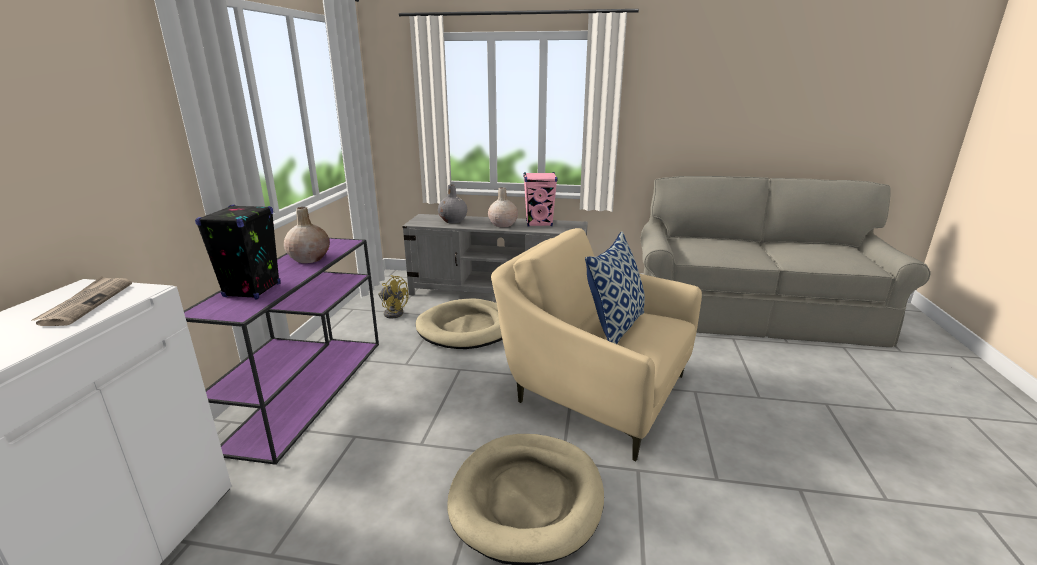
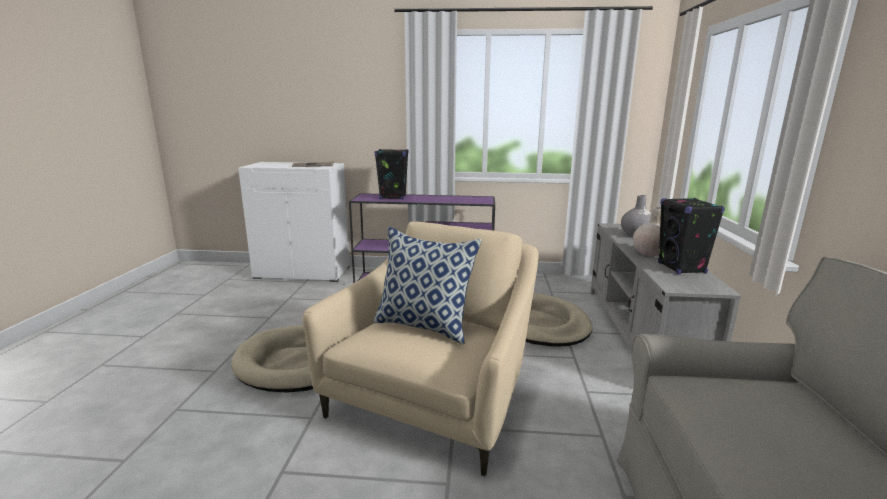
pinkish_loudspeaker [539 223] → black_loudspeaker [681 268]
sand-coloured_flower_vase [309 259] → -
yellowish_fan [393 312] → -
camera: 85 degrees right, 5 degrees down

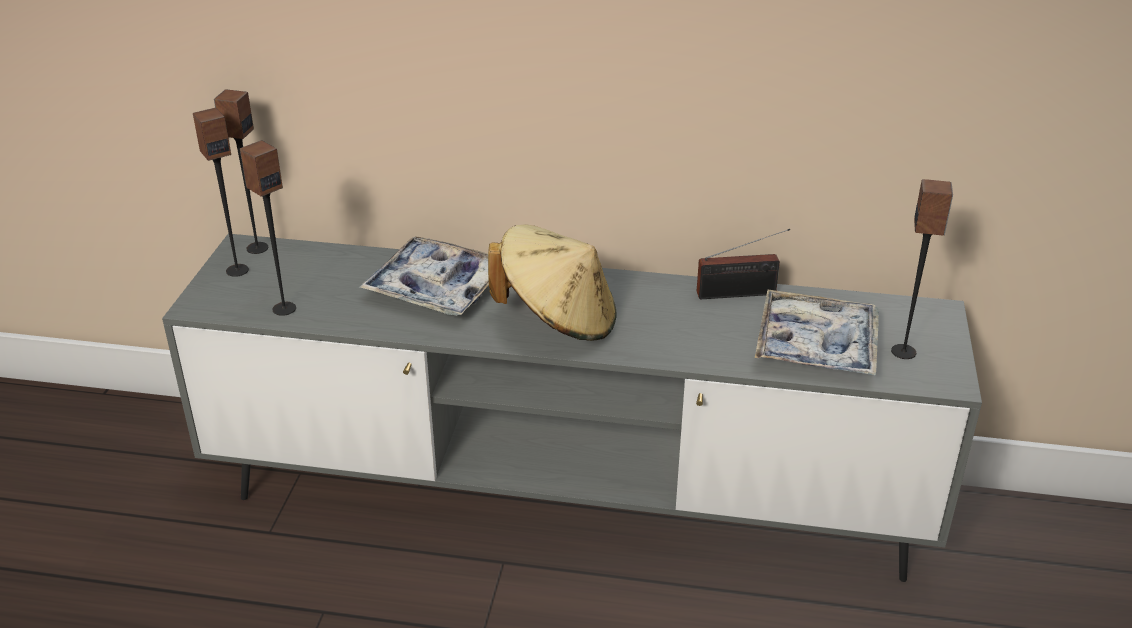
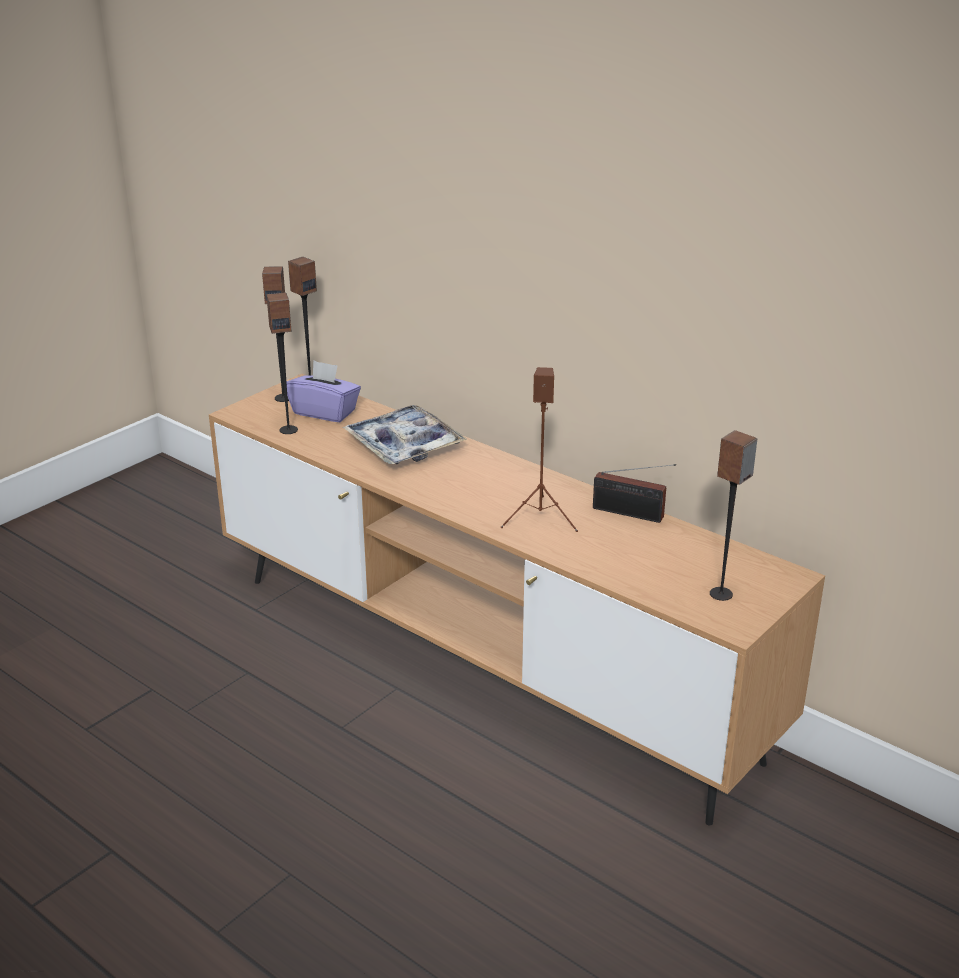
greyish_media_console [566 500] → brown-coloured_media_console [481 664]
- → purple_box_of_tissues [325 412]
- → brown-coloured_loudspeaker [541 518]
sand-coloured_clothing_hat [558 319] → -
serving_tray [816 345] → -
camera: 30 degrees right, 5 degrees down

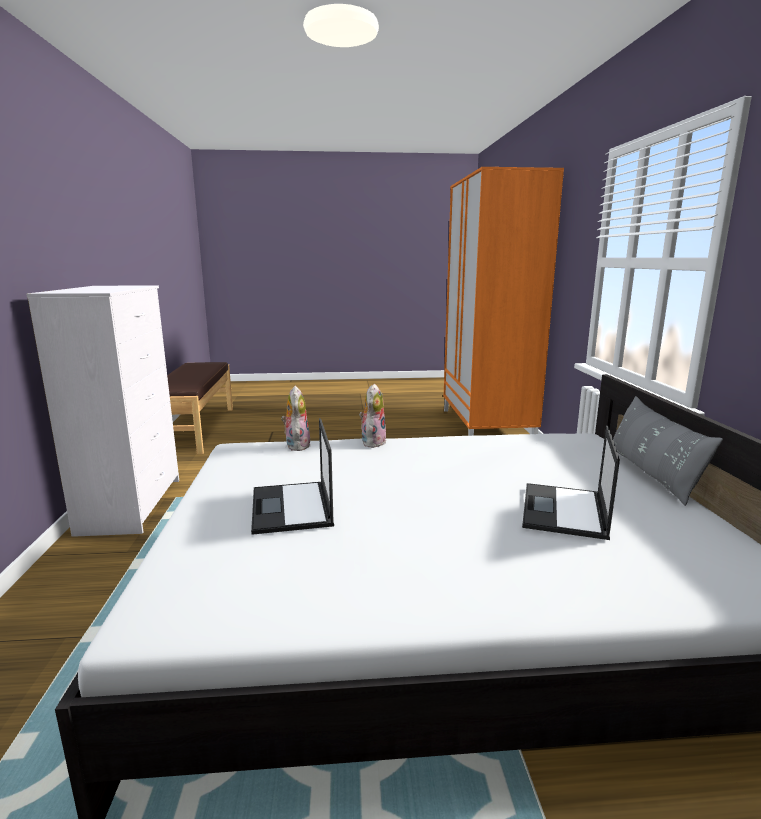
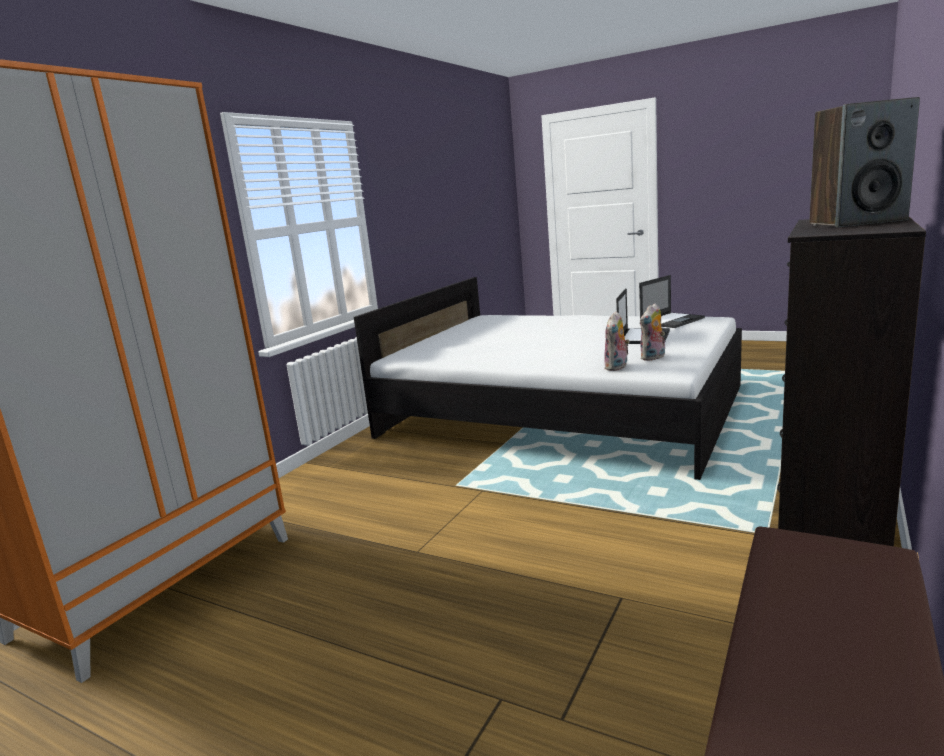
notebook_computer [564 511] → notebook_computer [672 320], relocated
cuddly_toy [372 442] → cuddly_toy [653 358], relocated
white_chest_of_drawers [133 505] → black_chest_of_drawers [829 535]
- → loudspeaker [857 222]
greyish_pillow [651 474] → -
camera: 145 degrees left, 0 degrees up

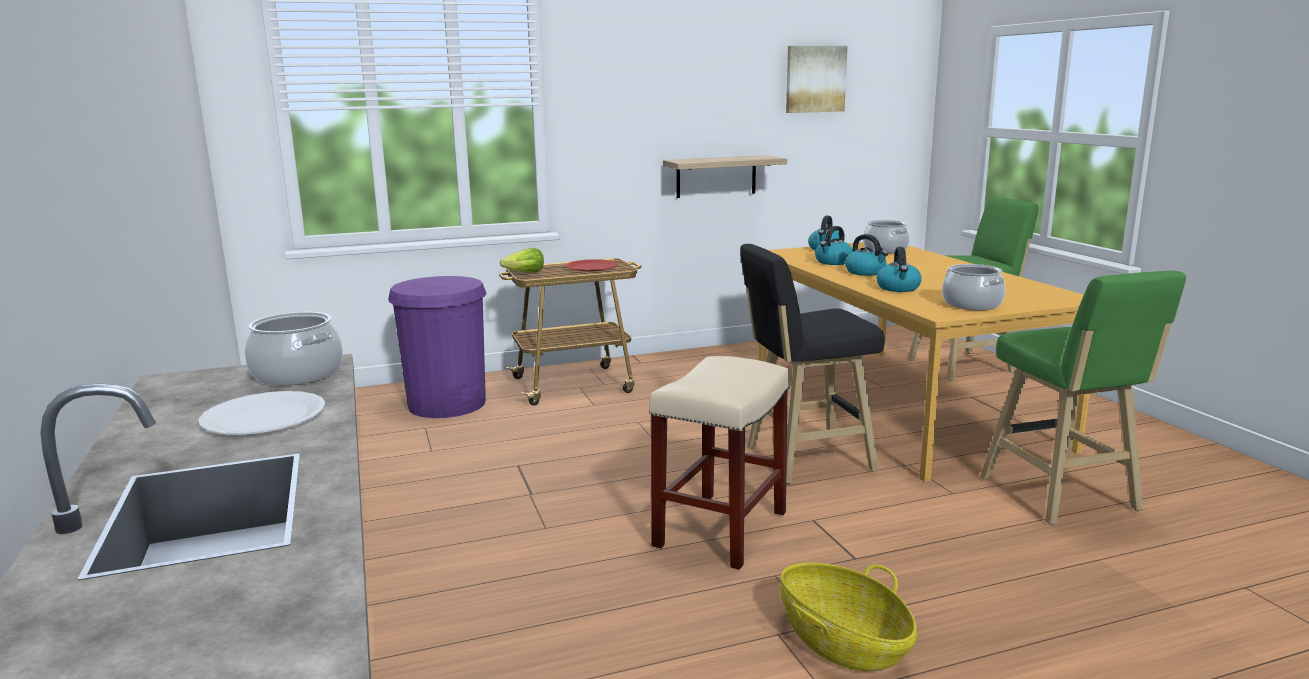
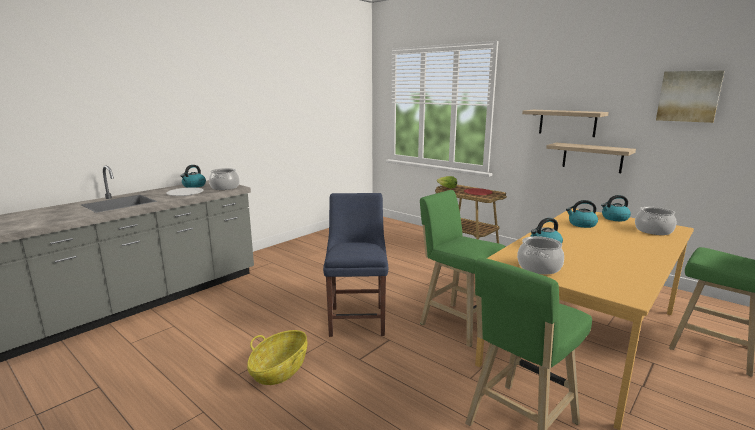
tea_kettle [866 272] → tea_kettle [194 186], relocated
sand-coloured_stool_seat [720 529] → blue-coloured_chair [357 319]
black_stool_seat [804 459] → green-coloured_stool_seat [457 322]
- → shelf [567 123]
purple_rubbish_bin [447 404] → -
camera: 60 degrees right, 0 degrees up

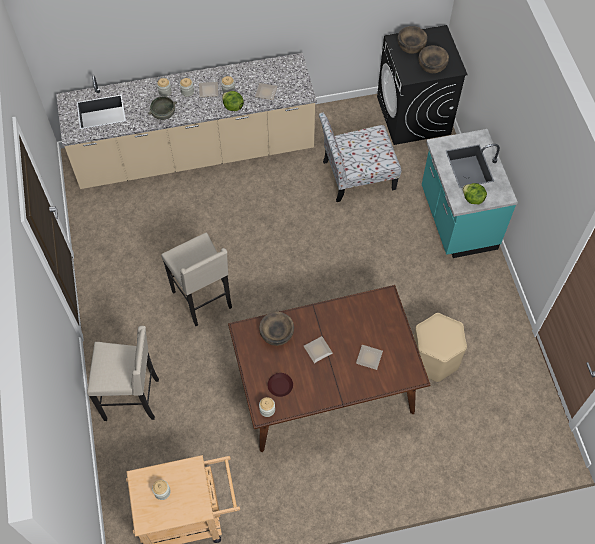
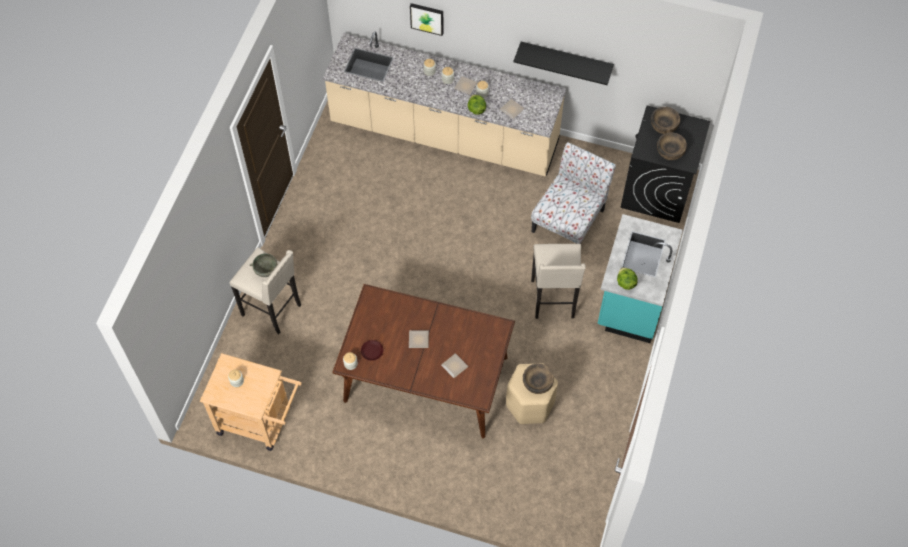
greyish_serving_bowl [163 114] → greyish_serving_bowl [266 269], relocated
- → wall_art [427 18]
- → black_shelf [566 60]
brown-coloured_serving_bowl [277 333] → brown-coloured_serving_bowl [537 383], relocated
chair [356 175] → chair [569 219], 105 degrees clockwise
sand-coloured_stool_seat [203 300] → sand-coloured_stool_seat [553 300], relocated
camera: 30 degrees right, 0 degrees up

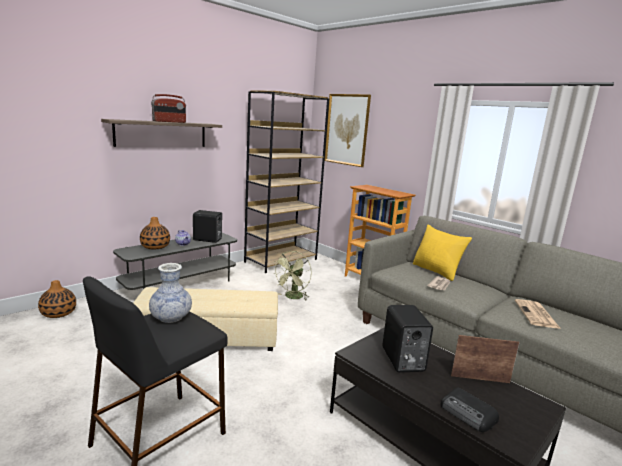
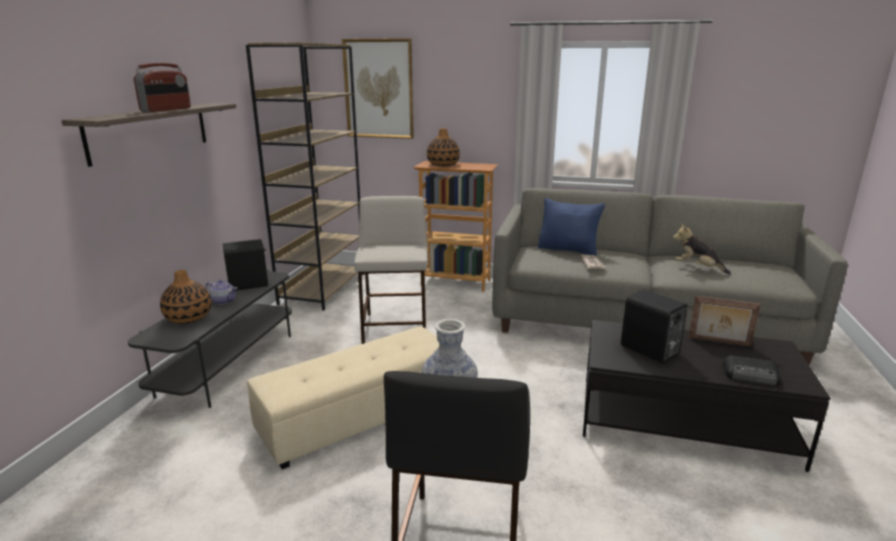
green-coloured_fan [292 297] → sand-coloured_stool_seat [395 330]
flower_vase [58 313] → flower_vase [443 164], relocated
yellowish_pillow [436 271] → blue-coloured_pillow [568 250]
daily_paper [537 315] → cuddly_toy [697 268]
picture_frame [479 378] → picture_frame [719 342], 135 degrees counterclockwise
camera: 30 degrees left, 5 degrees up

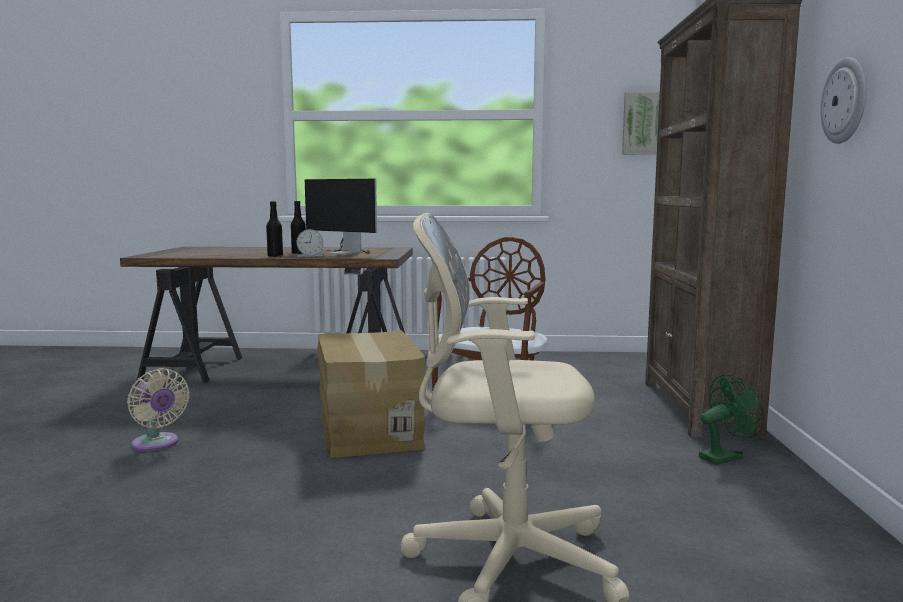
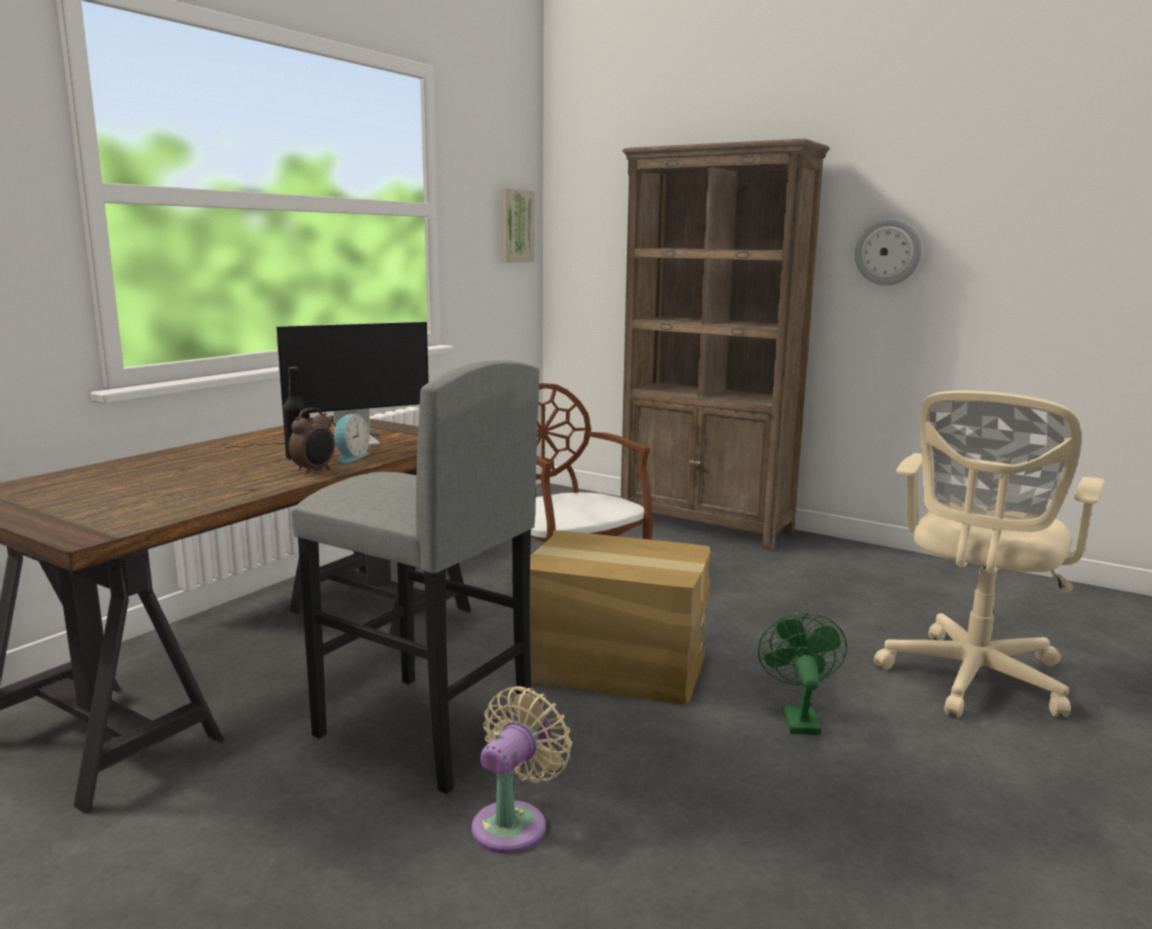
black_bottle [275 256] → alarm_clock [314 470]
- → greyish_stool_seat [424 732]
sand-coloured_fan [157 444] → sand-coloured_fan [514 823], 45 degrees counterclockwise
green-coloured_fan [725 457] → green-coloured_fan [798 717], relocated
camera: 60 degrees left, 5 degrees up

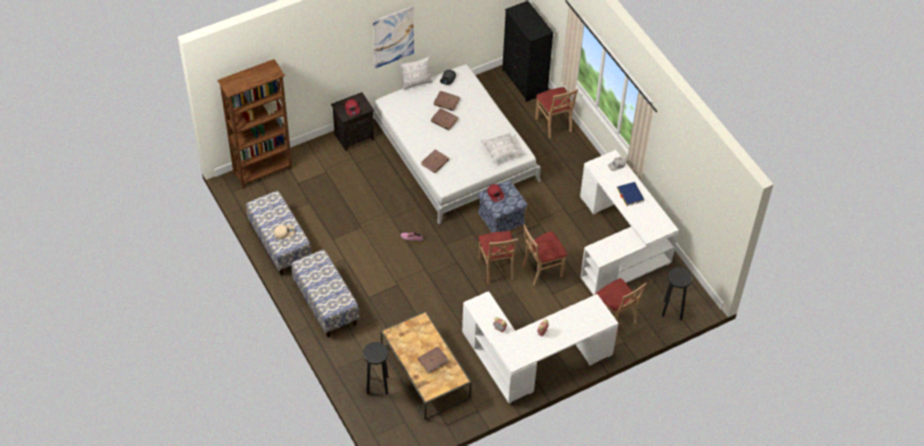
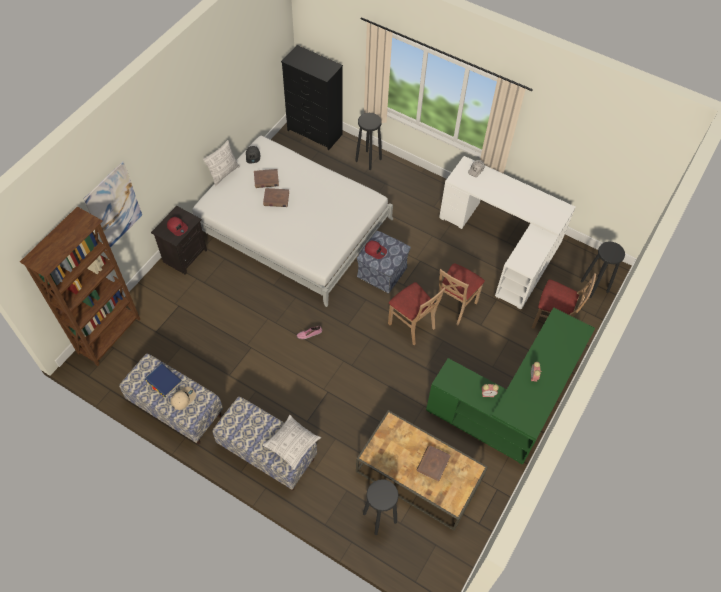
wall_art [393 37] → wall_art [114 207], relocated
blue-coloured_volume [630 195] → blue-coloured_volume [163 381], relocated
pillow [501 151] → pillow [292 444], relocated
sand-coloured_chair [554 124] → black_stool_seat [368 160]
white_desk_unit [533 361] → green-coloured_desk_unit [512 404]
brown-coloured_volume [435 162] → -
camera: 30 degrees left, 5 degrees up

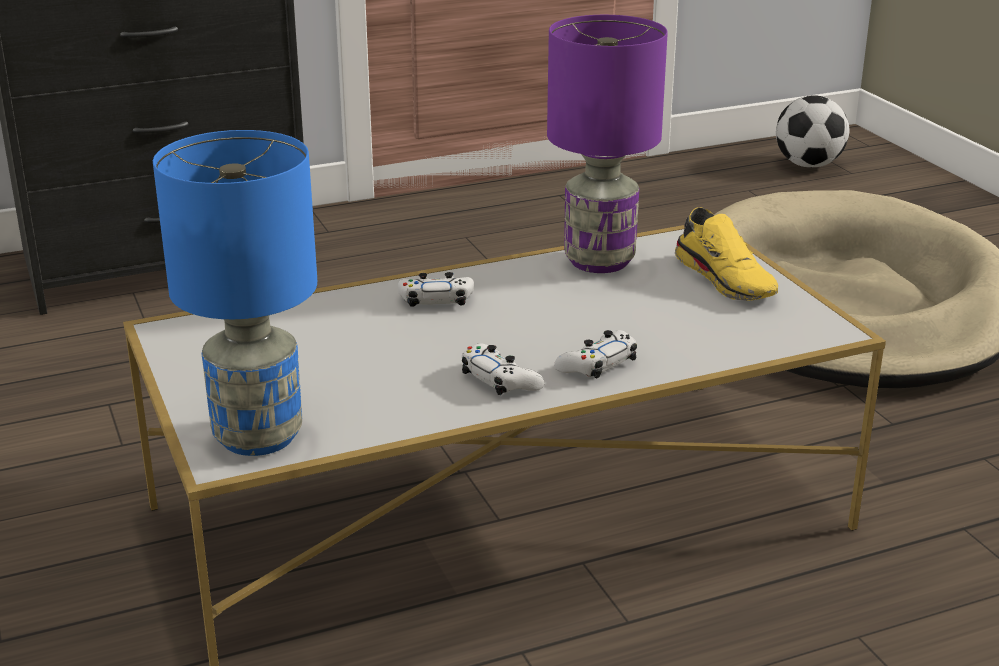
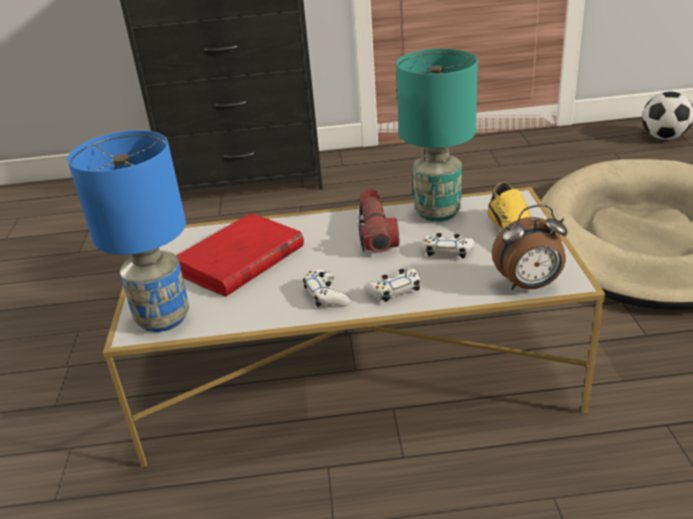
- → red_volume [240 260]
- → hand_torch [375 231]
purple_table_lamp [600 261] → turquoise_table_lamp [438 212]
white_joypad [436 300] → white_joypad [447 251], relocated
- → alarm_clock [529 285]
camera: 20 degrees right, 5 degrees up

